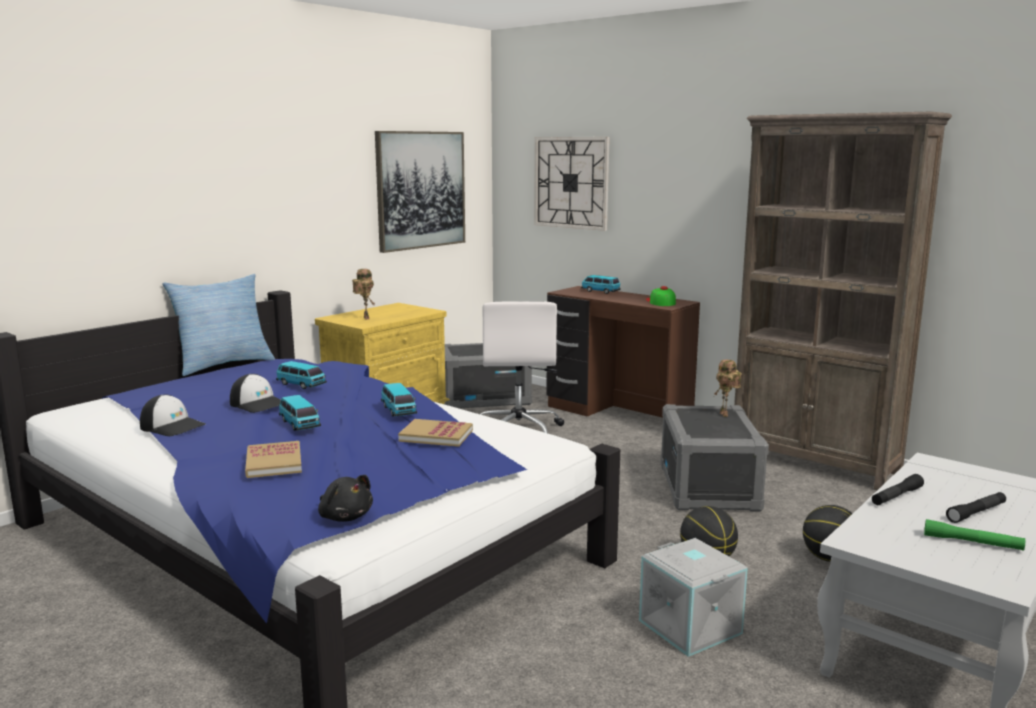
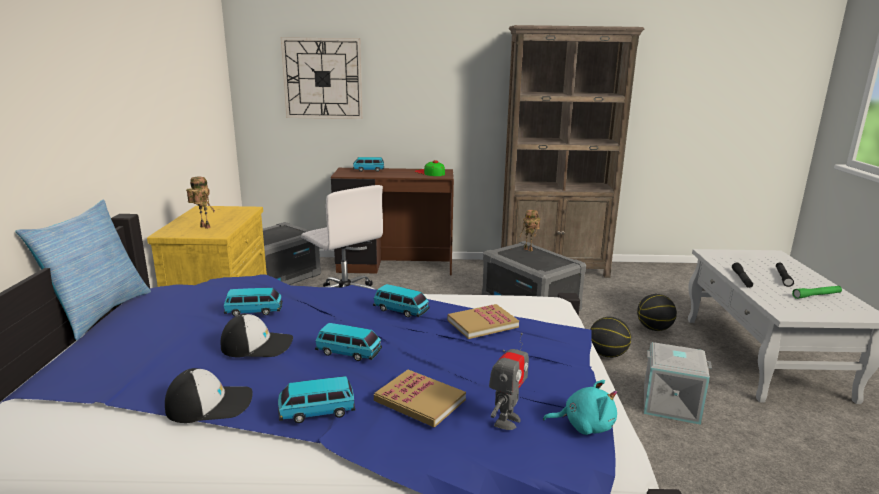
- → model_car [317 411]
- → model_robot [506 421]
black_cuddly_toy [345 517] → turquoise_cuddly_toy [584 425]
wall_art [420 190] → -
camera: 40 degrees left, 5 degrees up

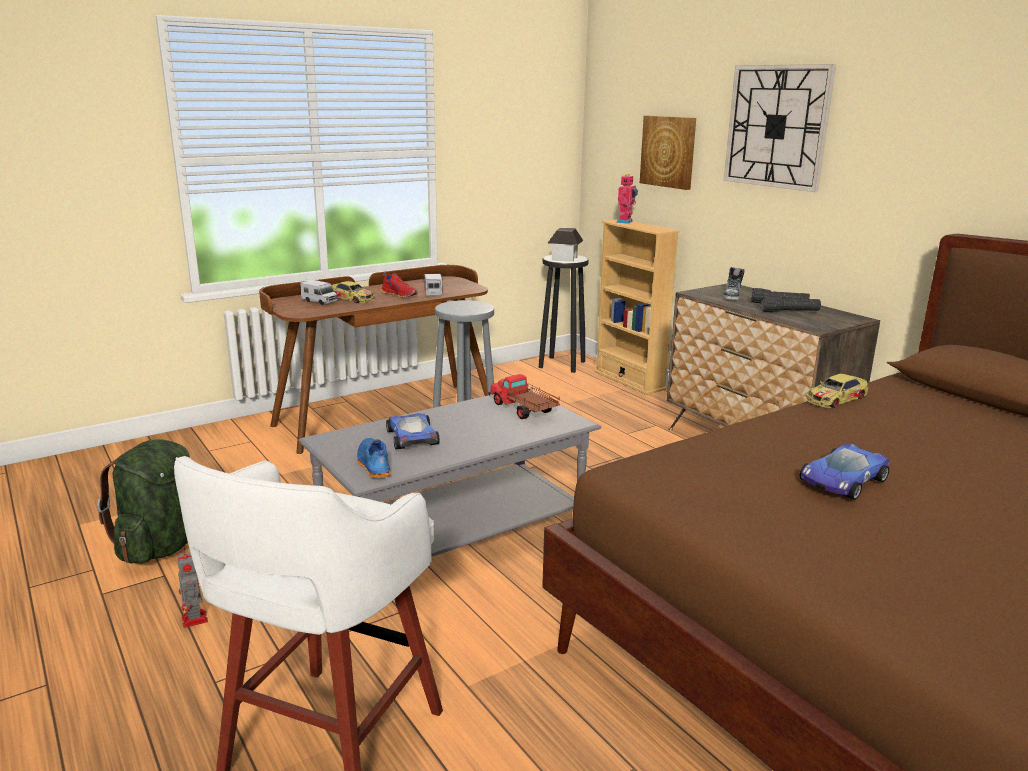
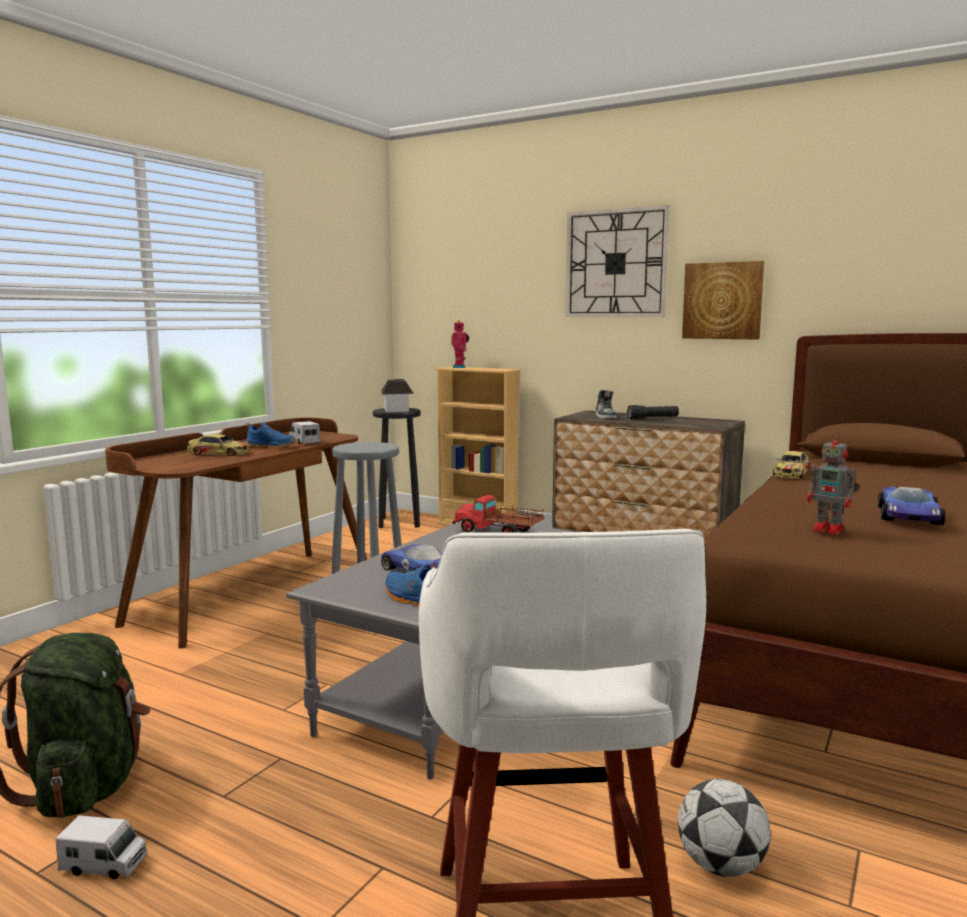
toy_lorry [319 301] → toy_lorry [104 865], relocated
red_item_of_footwear [400 295] → blue-coloured_item_of_footwear [271 446]
- → ball_for_football [721 866]
wall_art [668 151] → wall_art [722 301], relocated
model_robot [195 620] → model_robot [830 530], relocated
black_hand_torch [789 312] → -
camera: 25 degrees left, 10 degrees down

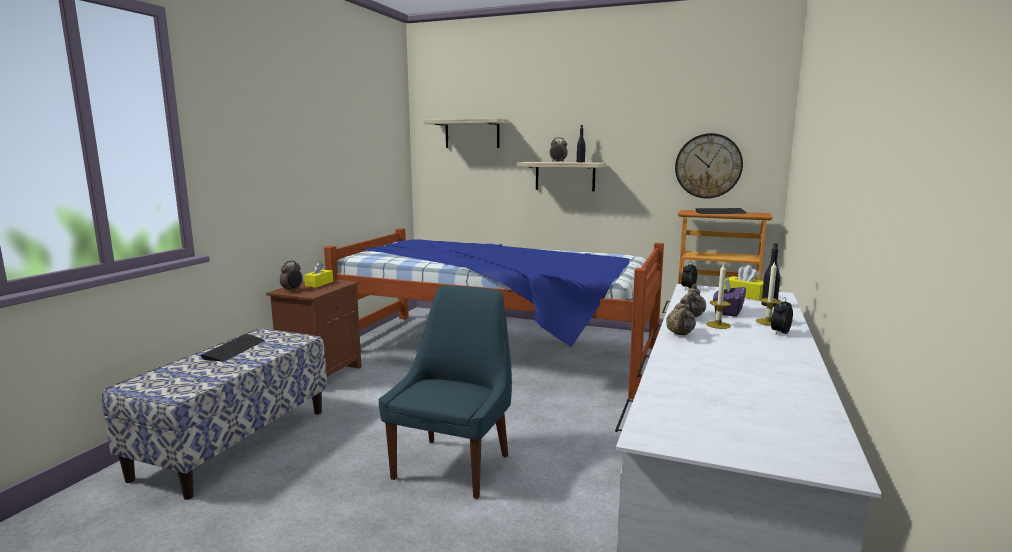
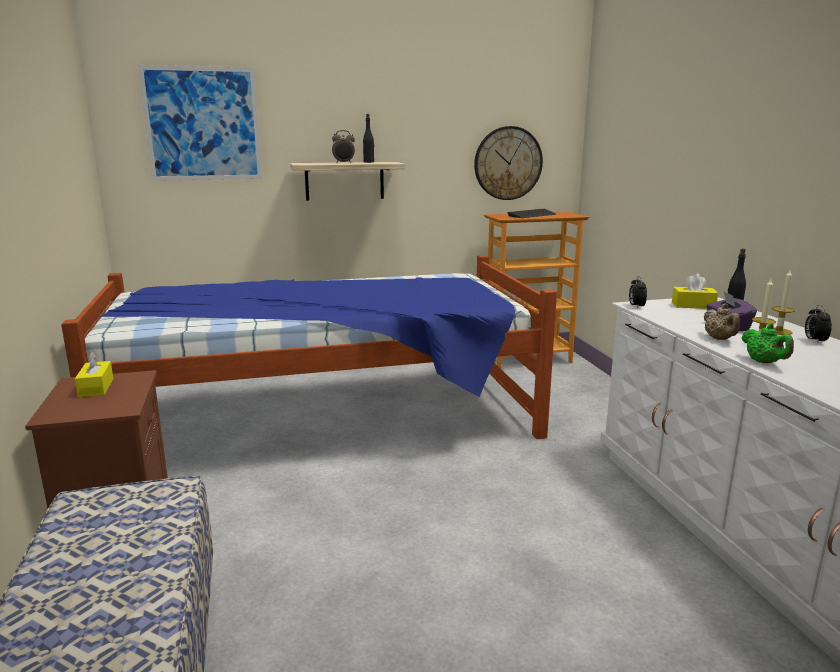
shelf [472 134] → wall_art [203 124]
sand-coloured_pot_for_tea [680 334] → green-coloured_pot_for_tea [764 362]
computer_keyboard [234 349] → -
alarm_clock [292 290] → -
blue-coloured_chair [454 464] → -
camera: 35 degrees left, 5 degrees up

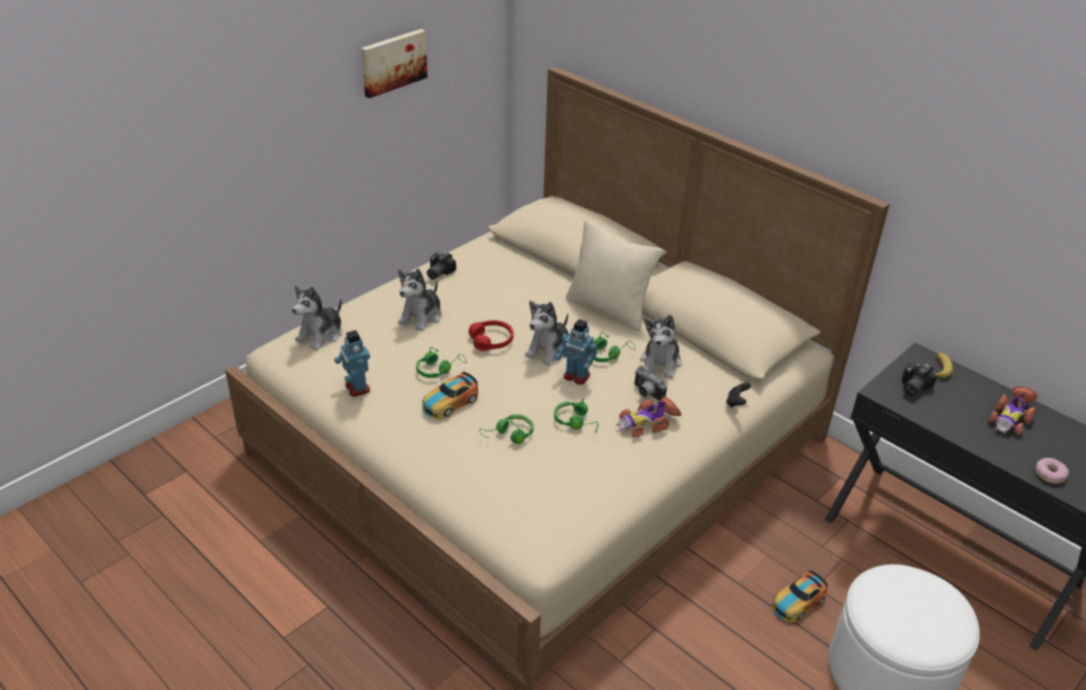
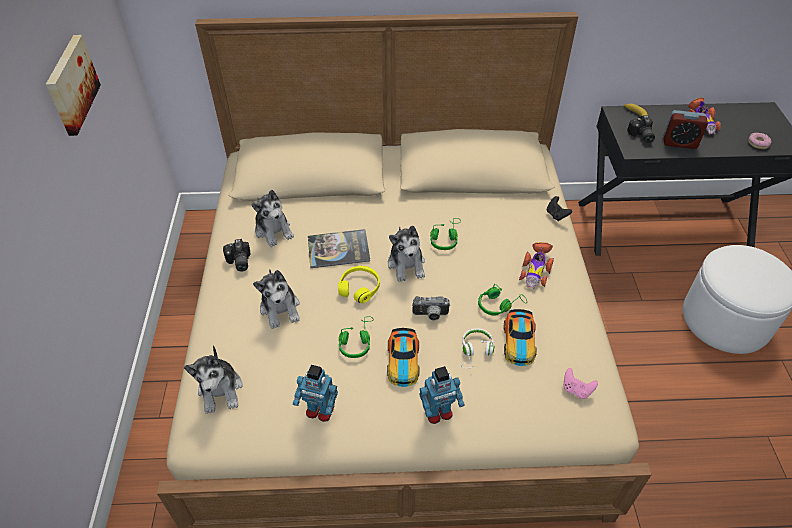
cuddly_toy [661 363] → cuddly_toy [274 230], relocated
- → volume [338 249]
red_pair_of_headphones [492 340] → yellowish_pair_of_headphones [359 288]
still_camera [646 393] → still_camera [430 315], relocated
model_robot [576 377] → model_robot [438 412], relocated
green-coloured_pair_of_headphones [509 434] → white_pair_of_headphones [475 351]
model_car [797 602] → model_car [519 342], relocated
- → pinkish_joypad [576 390]
- → alarm_clock [679 143]
sand-coloured_pillow [609 309] → -
camera: 45 degrees left, 10 degrees up

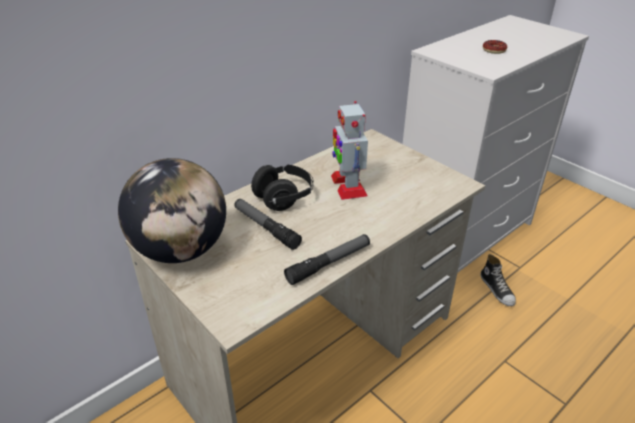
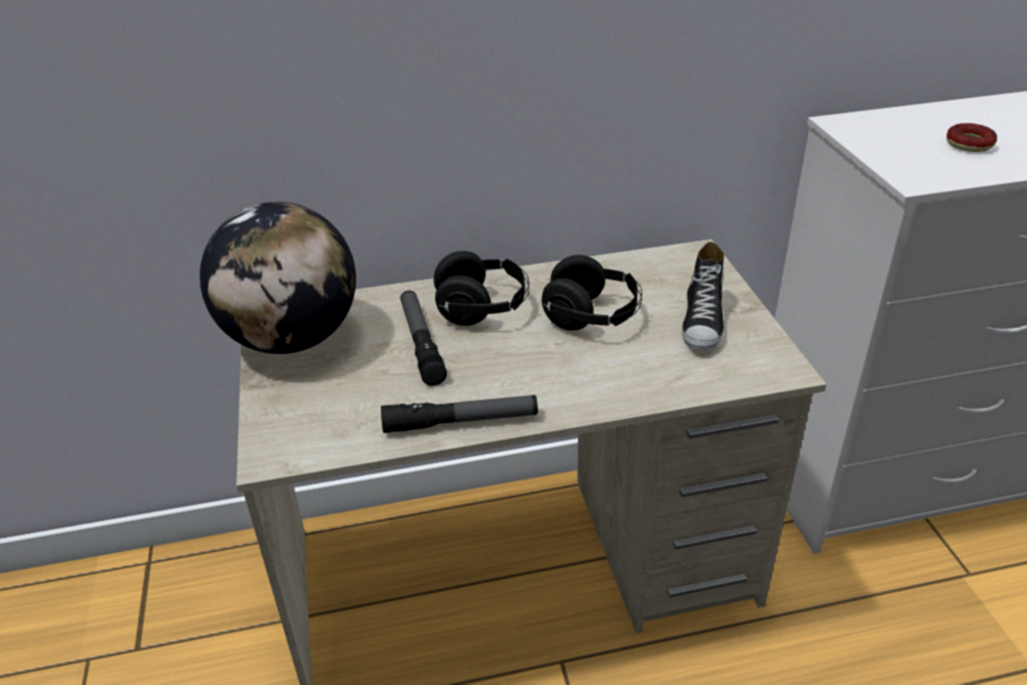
model_robot [348 185] → black_pair_of_headphones [592 317]
item_of_footwear [497 289] → item_of_footwear [703 322], relocated
camera: 30 degrees right, 0 degrees up

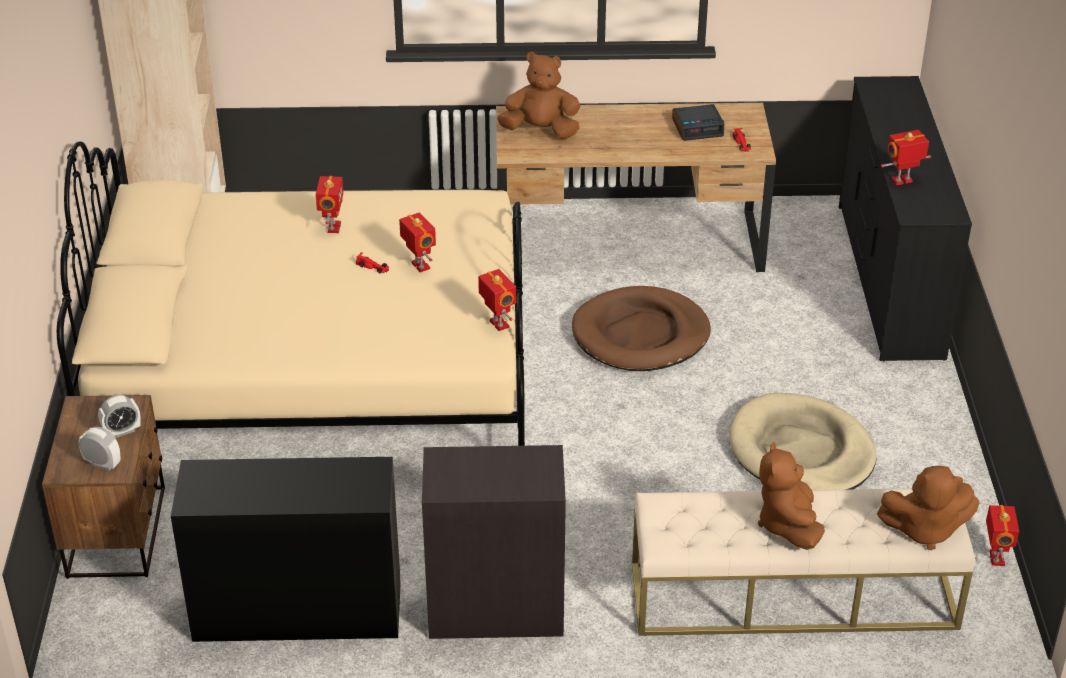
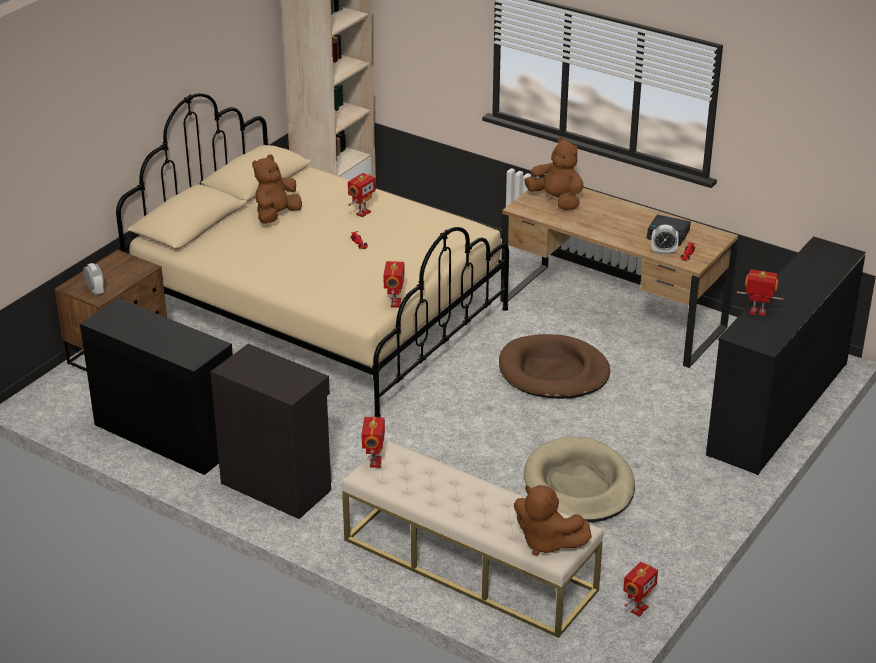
brown-coloured_cuddly_toy [788 524] → brown-coloured_cuddly_toy [276 216], relocated
model_robot [419 266] → model_robot [374 462], relocated
alarm_clock [122 431] → alarm_clock [663 251], relocated
camera: 35 degrees right, 5 degrees down

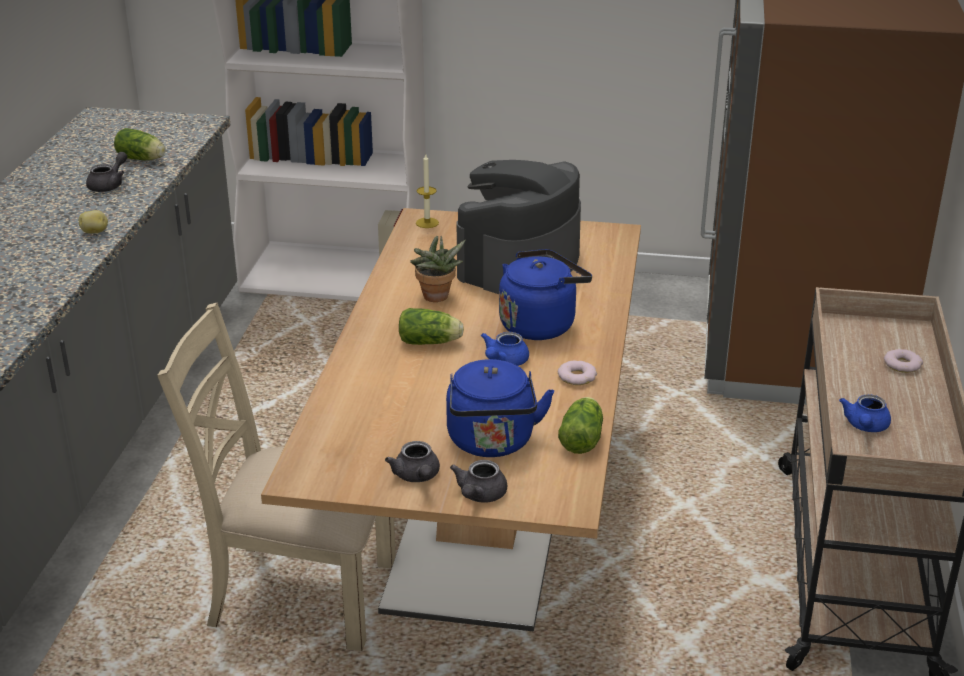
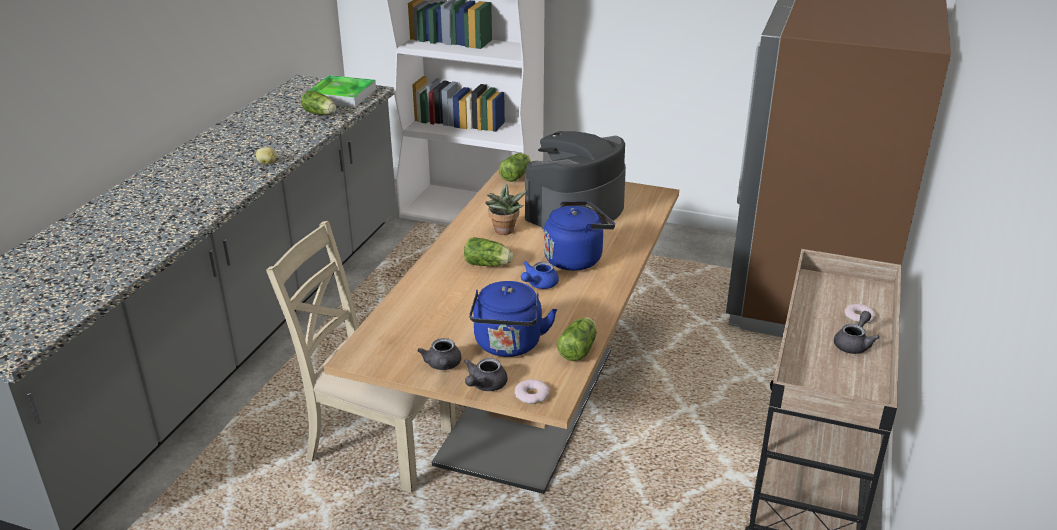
- → serving_tray [342 95]
wax_light [427 223] → lettuce [516 175]
donut [577 377] → donut [532 395], relocated
greyish_pot_for_tea [109 185] → greyish_pot_for_tea [853 344], relocated
blue-coloured_pot_for_tea [865 426] → -
camera: 10 degrees right, 0 degrees up

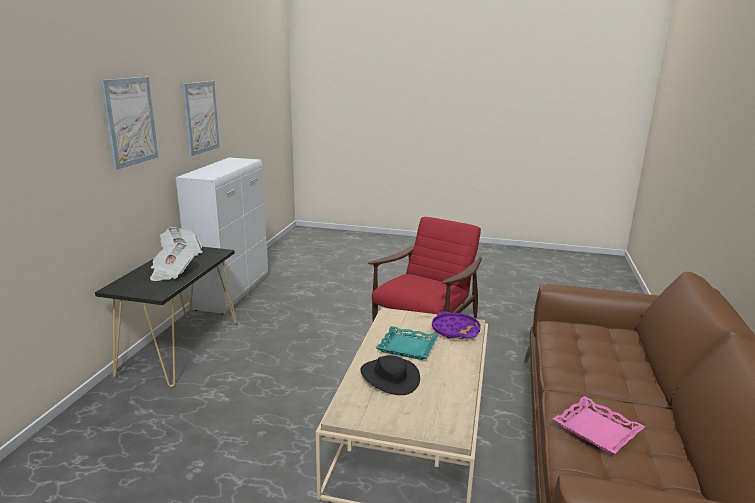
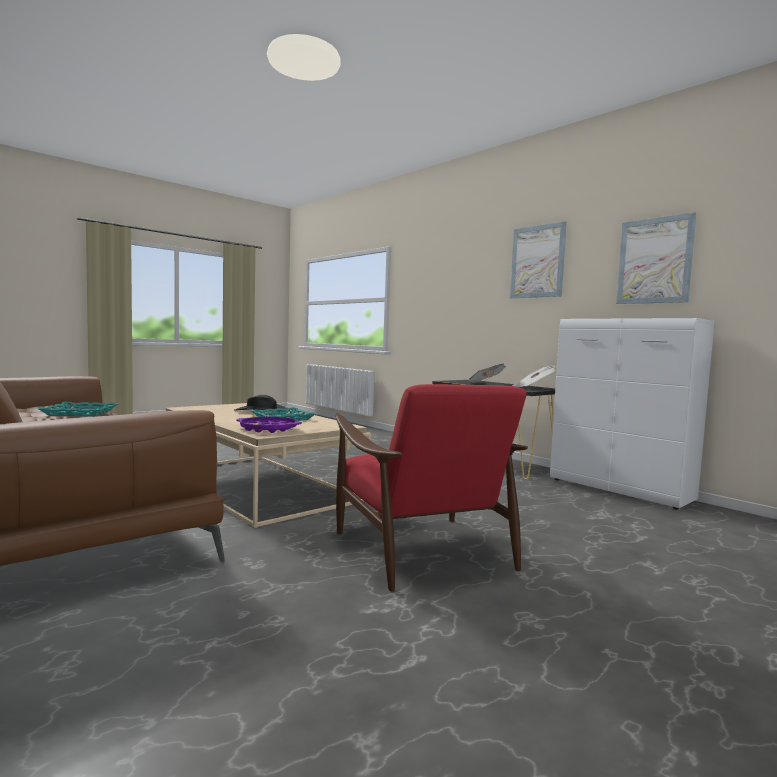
pinkish_serving_tray [597 429] → turquoise_serving_tray [79 413]
camera: 125 degrees right, 15 degrees down

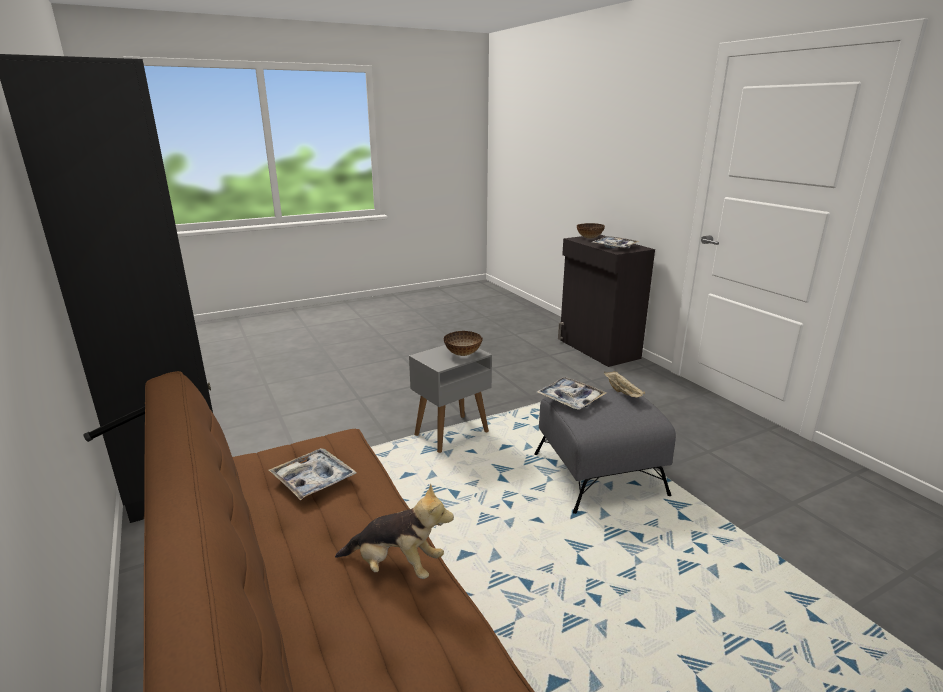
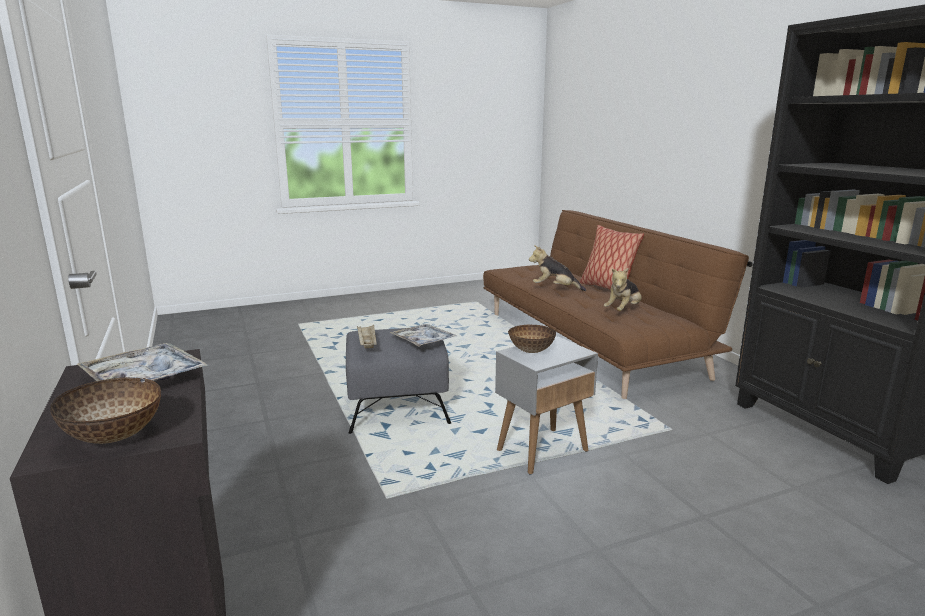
- → pillow [607 288]
serving_tray [313 479] → cuddly_toy [623 310]
camera: 175 degrees left, 5 degrees down

